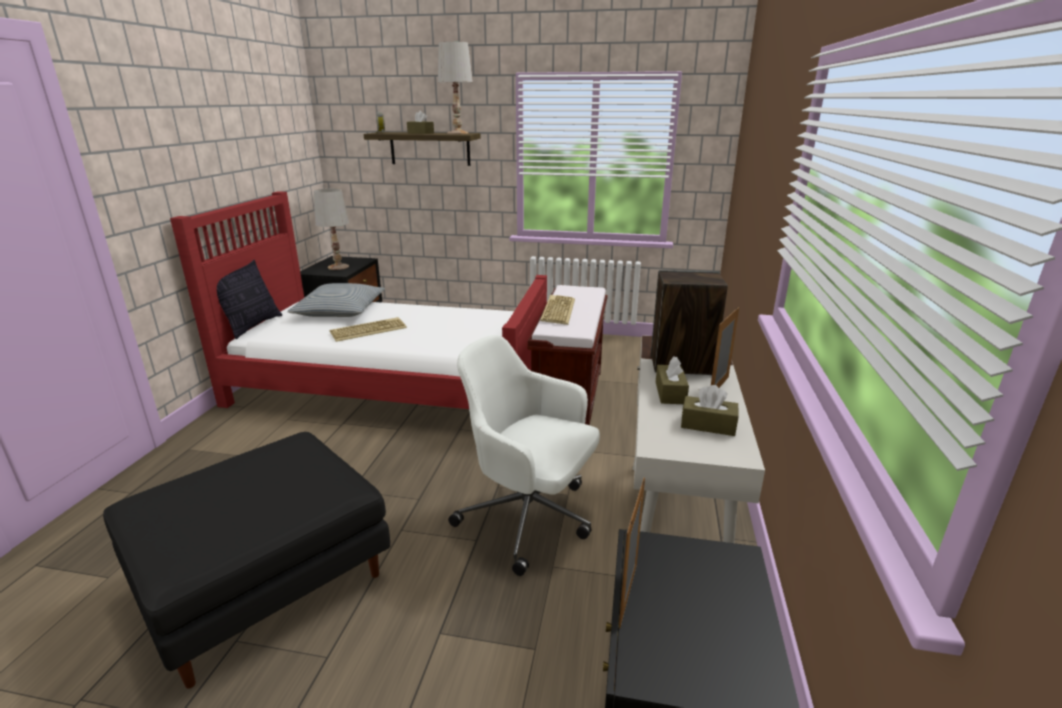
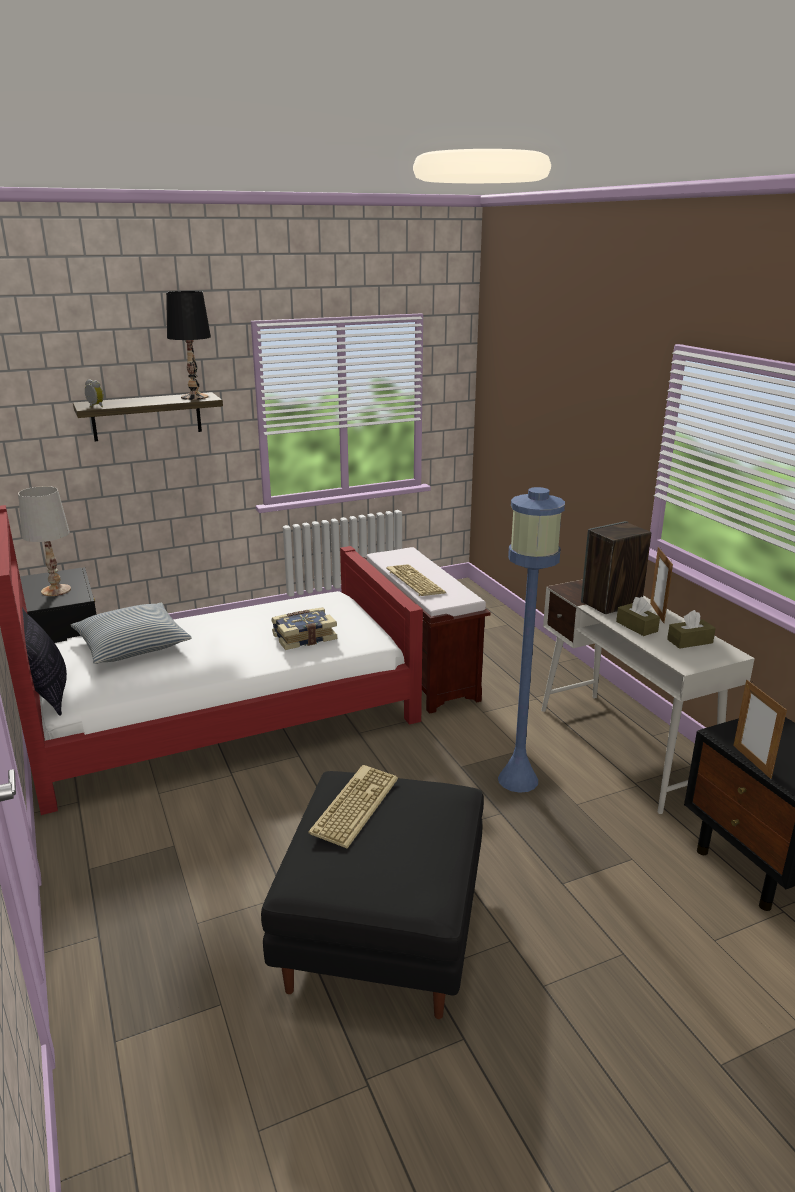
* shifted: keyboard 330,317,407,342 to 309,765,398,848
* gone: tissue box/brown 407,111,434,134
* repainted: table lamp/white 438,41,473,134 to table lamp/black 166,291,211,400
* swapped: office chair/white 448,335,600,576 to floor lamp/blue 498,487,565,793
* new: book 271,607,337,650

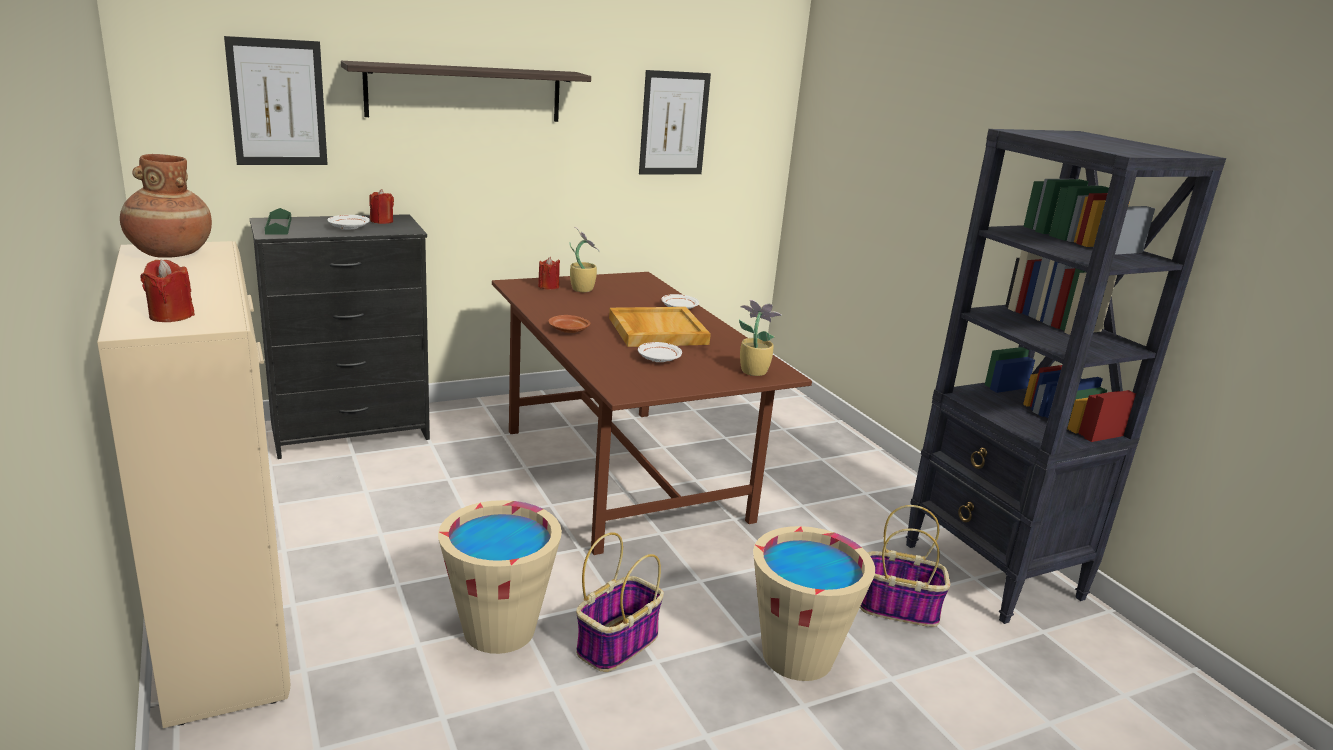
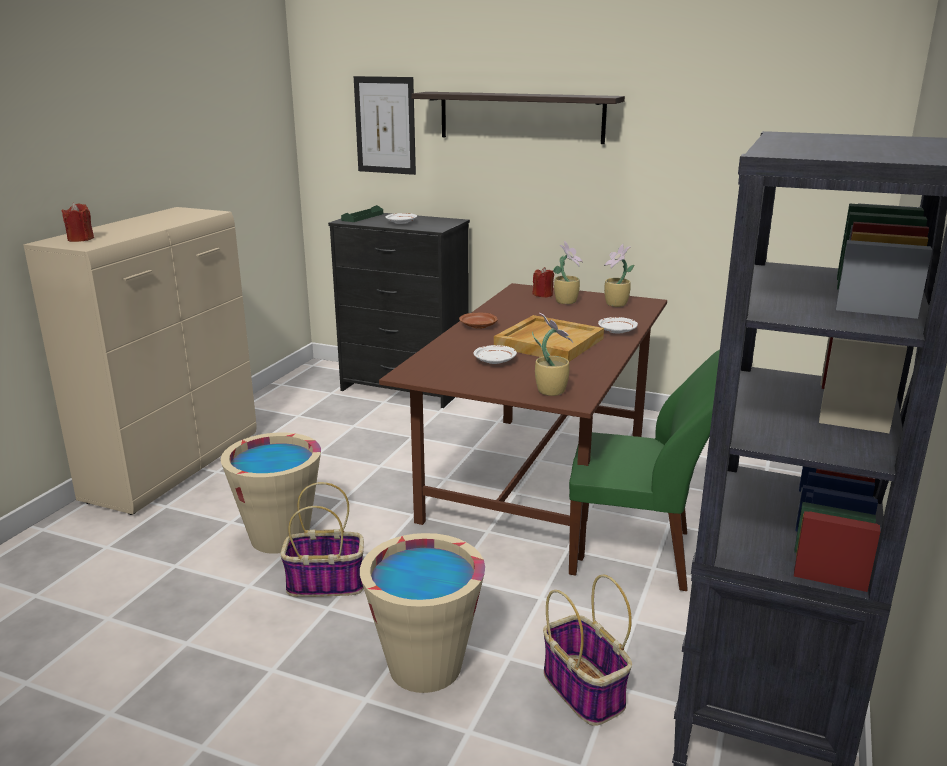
* gone: vase/brown 120,154,212,258
* gone: candle/red 369,189,394,224
* gone: picture 639,70,711,174
* new: chair/green 569,349,720,591
* new: potted plant 604,244,634,307

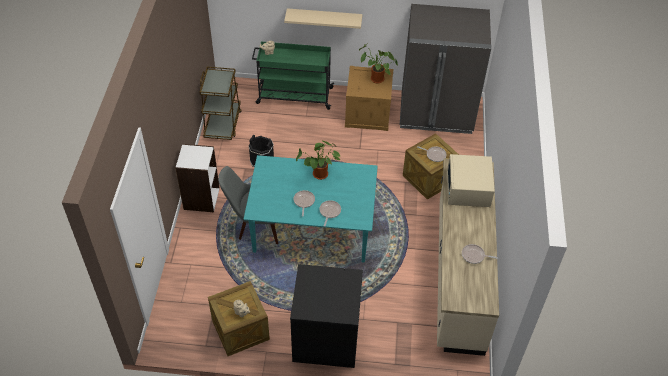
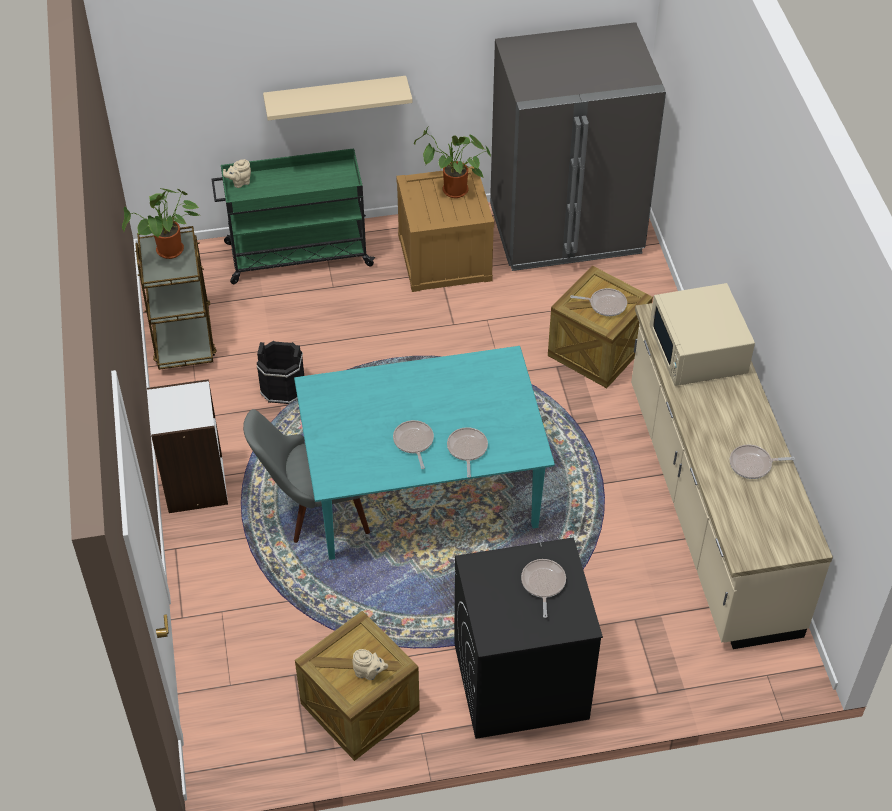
* shifted: potted plant 296,141,341,180 to 122,188,199,259
* new: frying pan 521,559,566,618

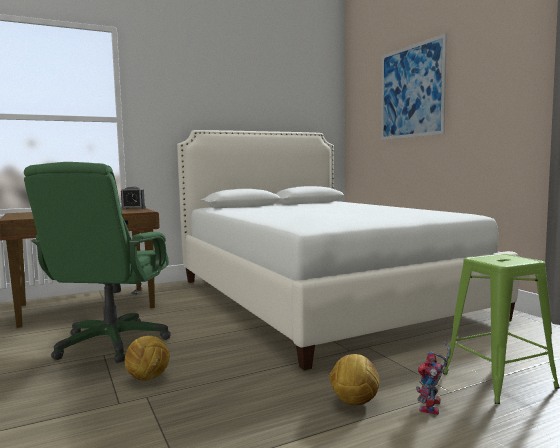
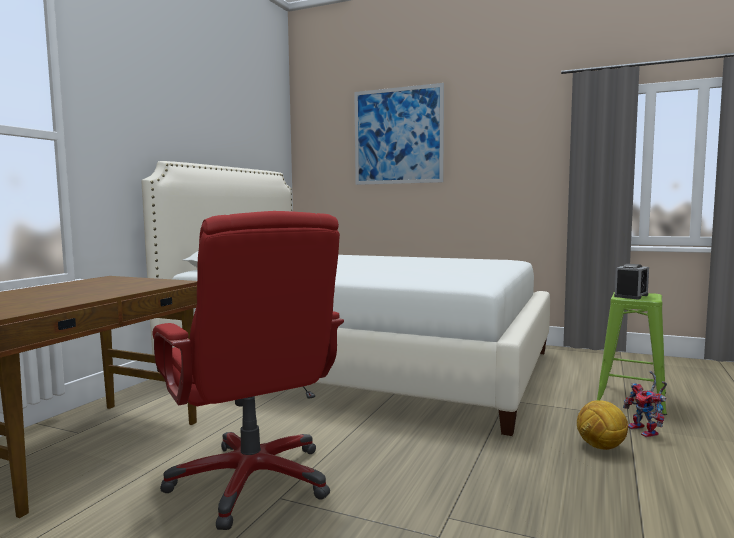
* repainted: office chair/green 24,162,171,363 to office chair/red 152,211,344,530
* shifted: alarm clock 121,187,146,210 to 614,264,649,299
* gone: football 125,336,170,381

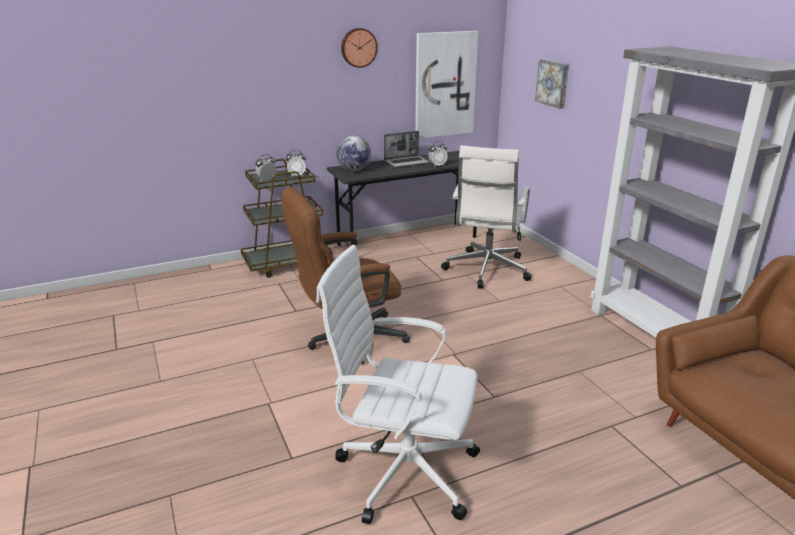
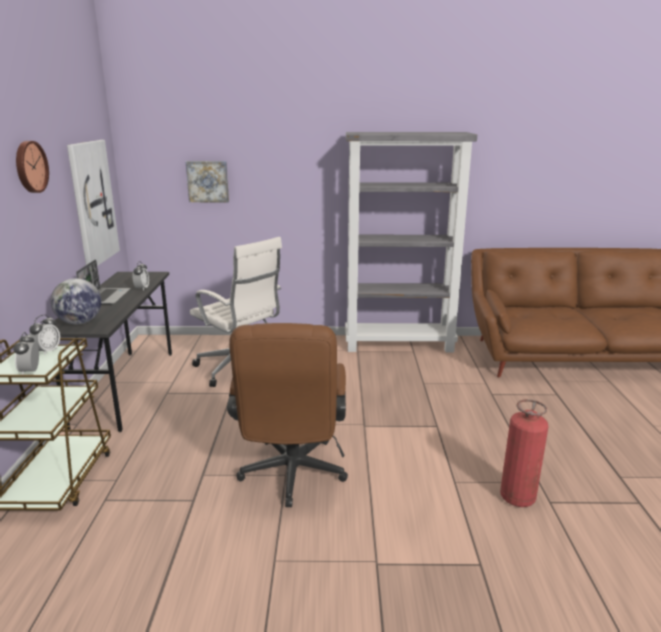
* swapped: office chair/white 316,245,480,524 to fire extinguisher 500,399,549,507

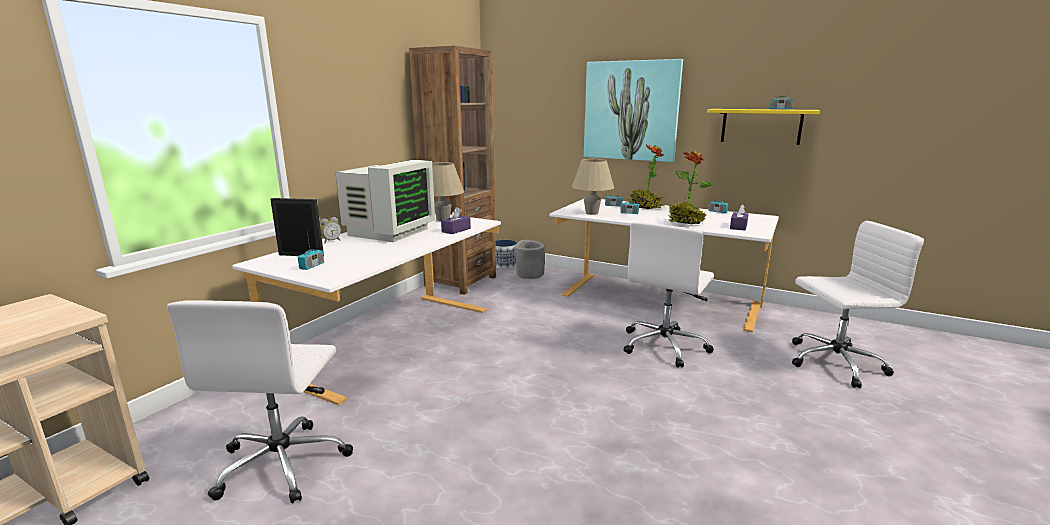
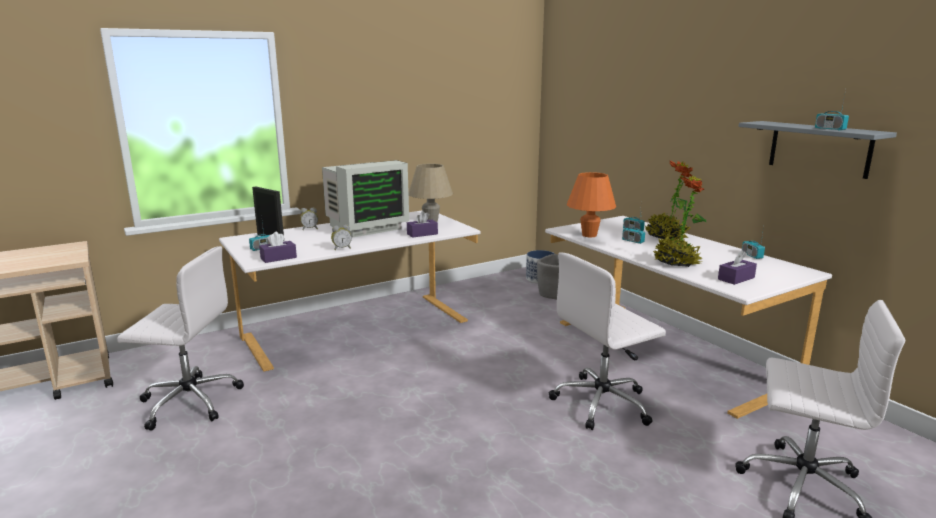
* rotated: office chair/white 167,300,353,504 = 117,246,244,431 120 degrees counterclockwise
* gone: bookcase/brown 409,45,496,295
* repainted: table lamp/beige 572,159,614,215 to table lamp/orange 567,172,616,237
* gone: picture 584,59,683,162
* repainted: shelf/yellow 707,109,820,145 to shelf/grey 739,121,897,179
* new: tissue box/purple 259,232,297,263
* new: alarm clock 331,225,352,250

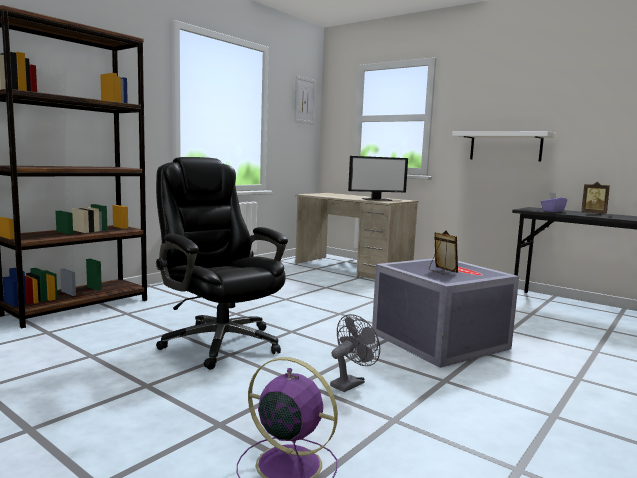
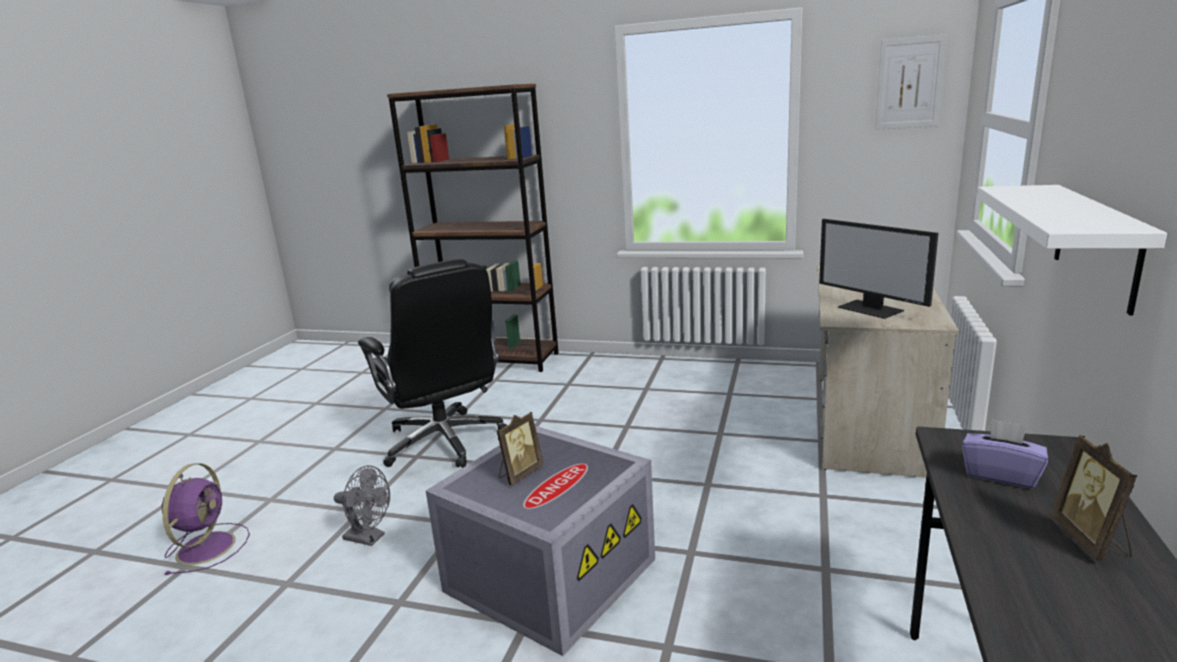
* rotated: office chair/black 156,157,288,370 = 358,259,507,468 120 degrees clockwise

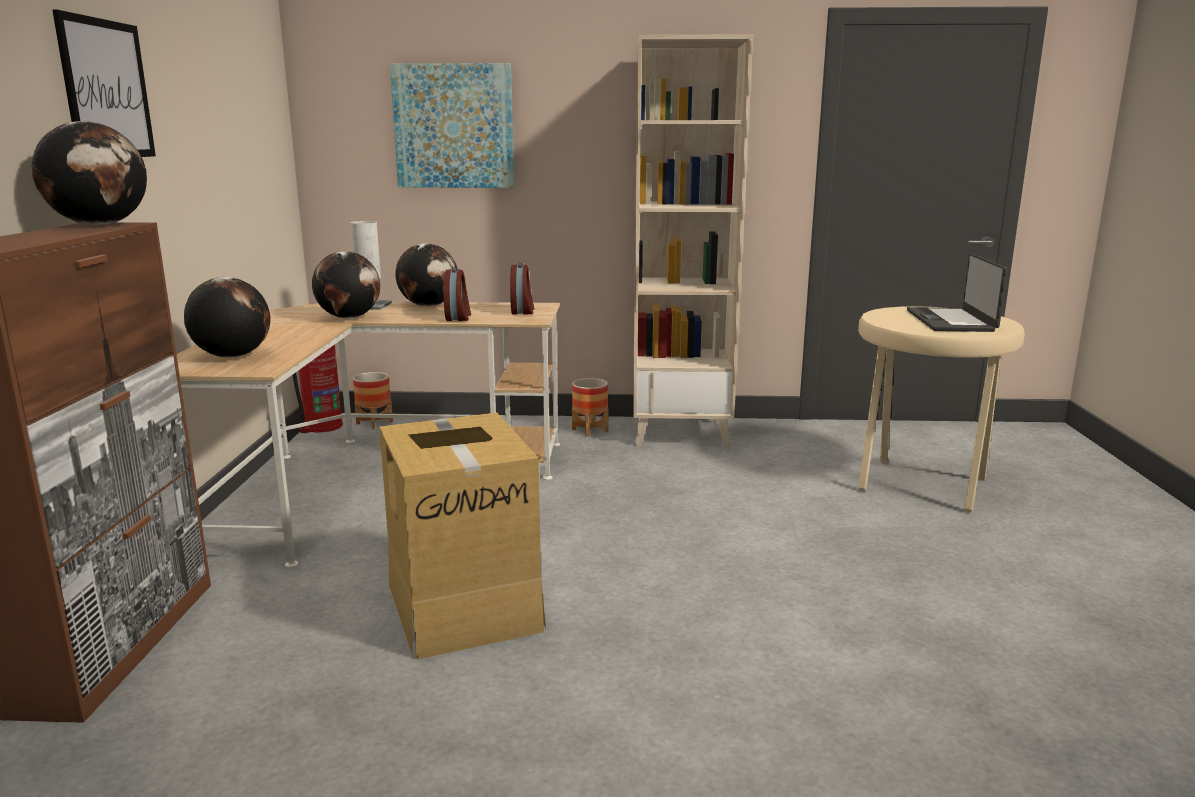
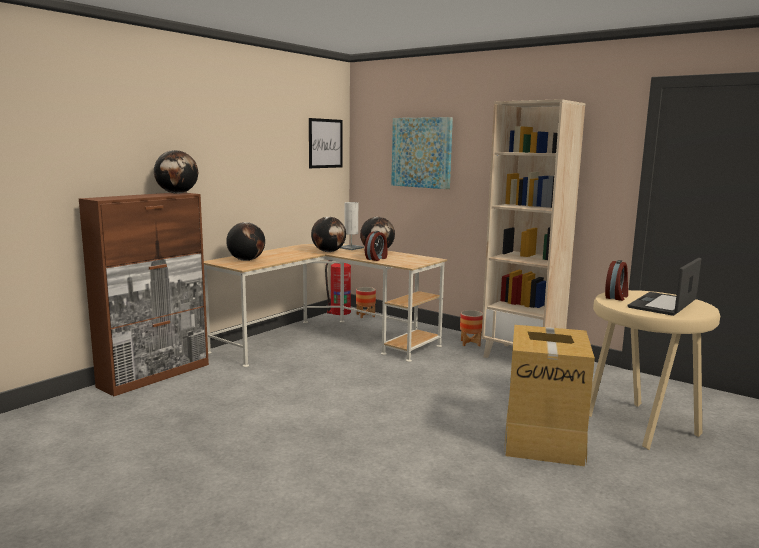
* shifted: picture 52,9,156,157 to 309,118,343,168
* shifted: cardboard box 379,413,546,660 to 504,325,595,466
* shifted: alarm clock 510,263,535,314 to 605,260,628,301

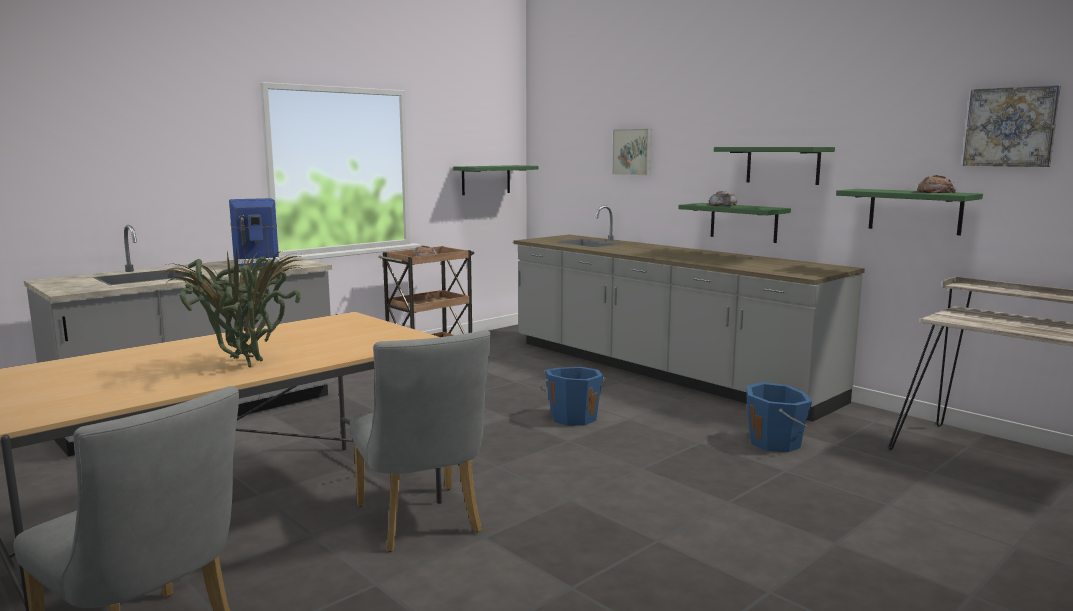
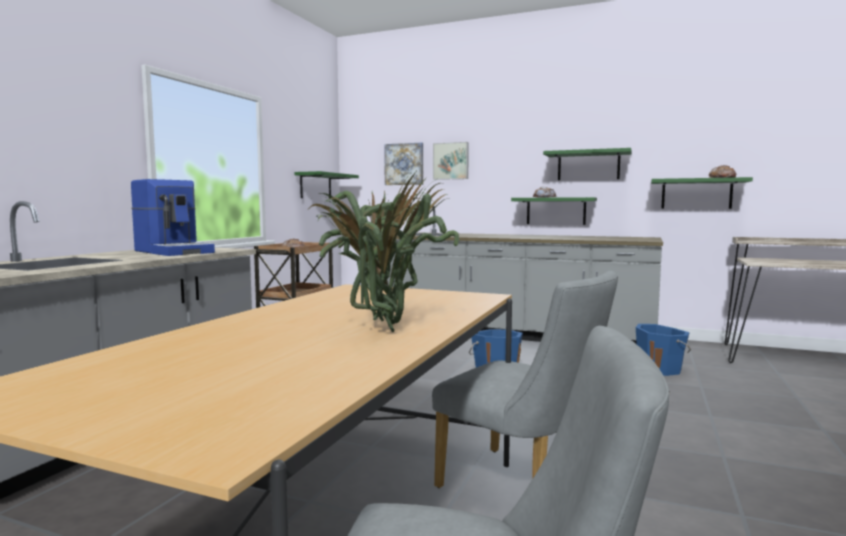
* shifted: picture 963,85,1061,167 to 384,142,423,185

